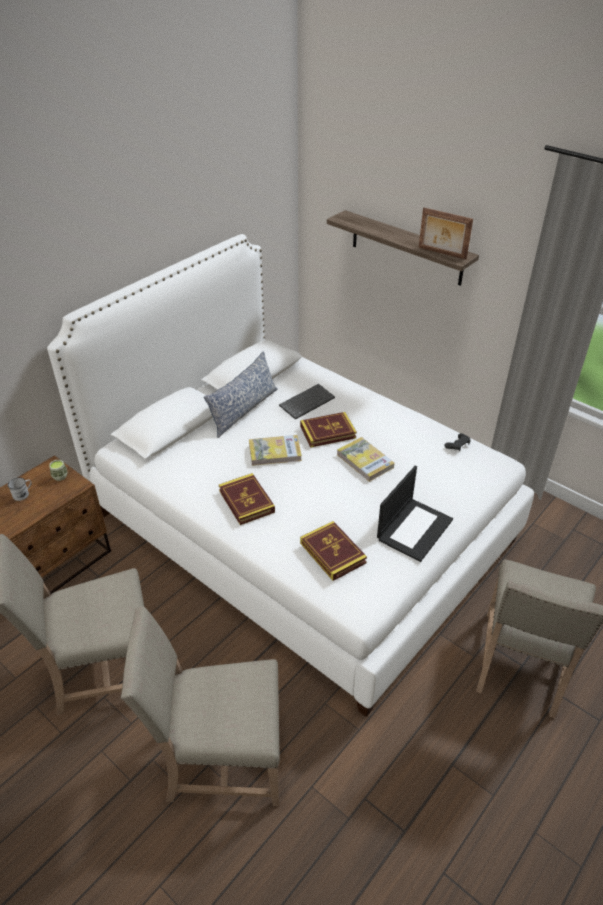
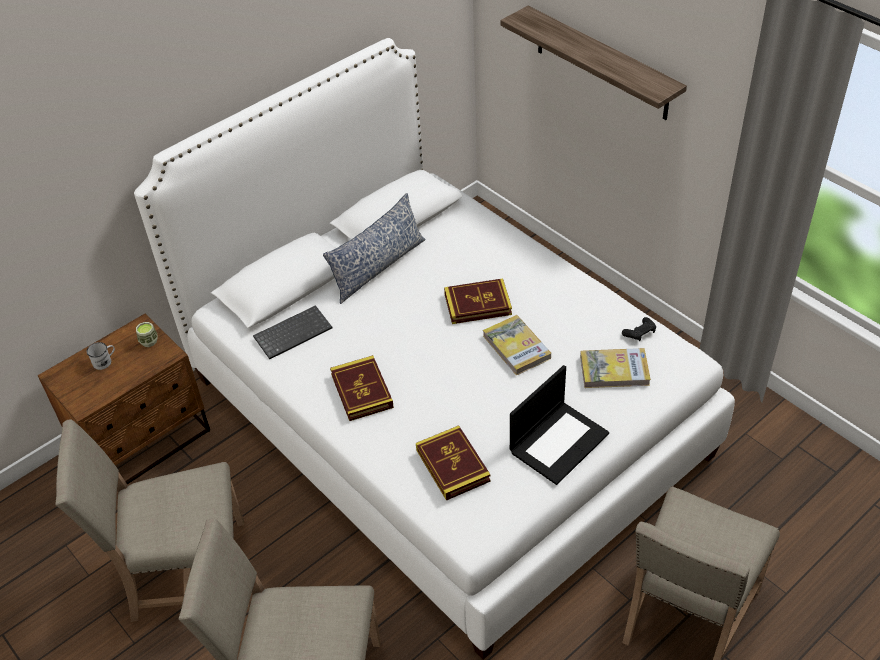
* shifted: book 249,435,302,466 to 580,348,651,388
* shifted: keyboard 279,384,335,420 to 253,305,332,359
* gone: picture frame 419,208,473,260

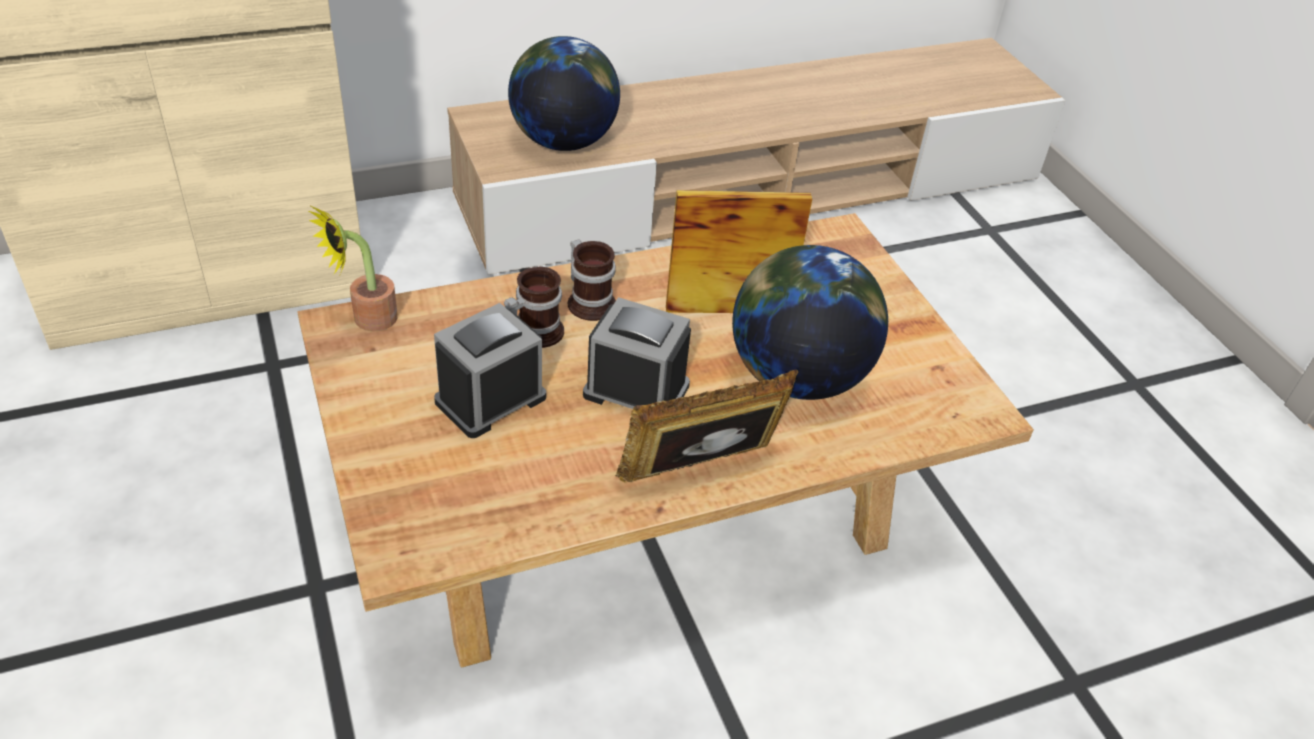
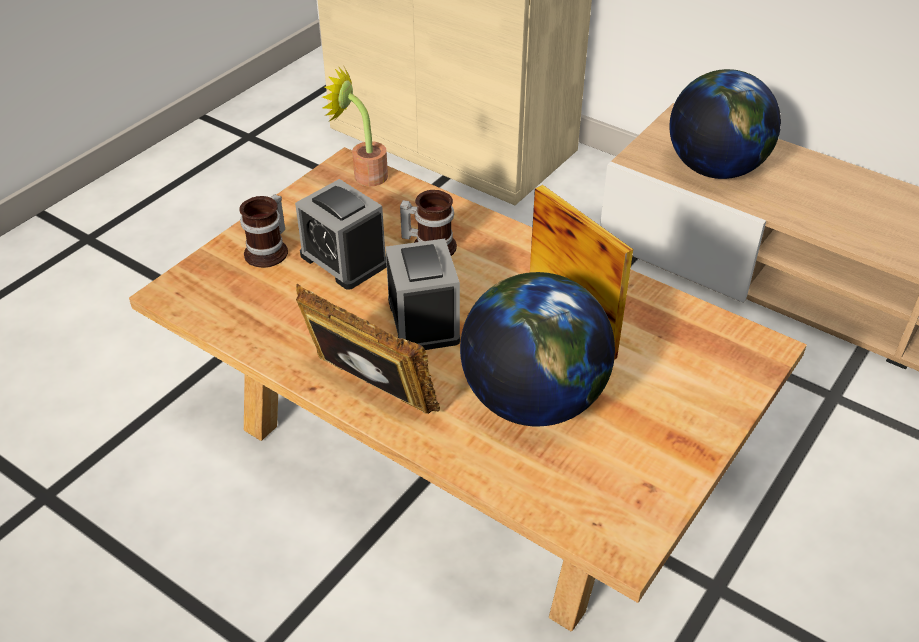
* rotated: alarm clock 434,303,546,438 = 295,179,387,290 150 degrees counterclockwise
* shifted: mug 568,239,616,321 to 239,194,288,268

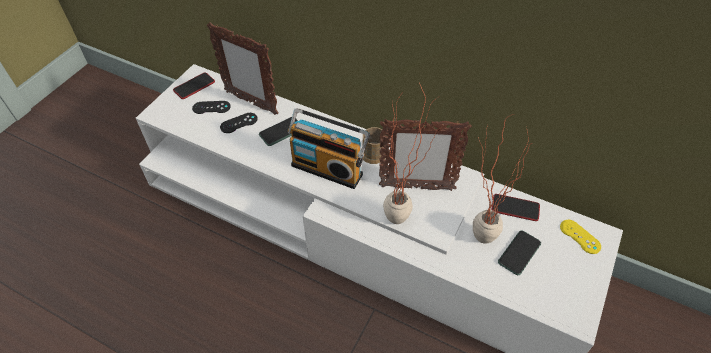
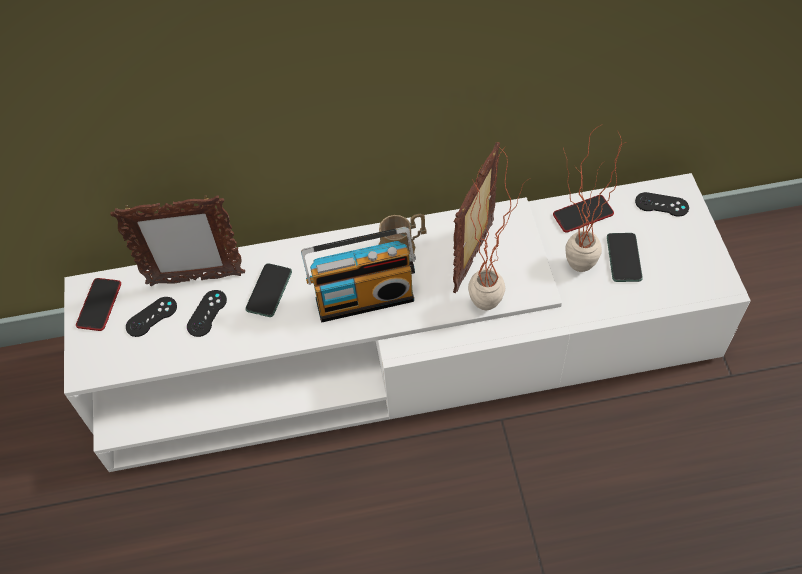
* rotated: picture frame 379,118,472,191 = 453,142,500,293 150 degrees clockwise
* repainted: game controller/yellow 560,220,601,254 to game controller/black 635,192,689,217

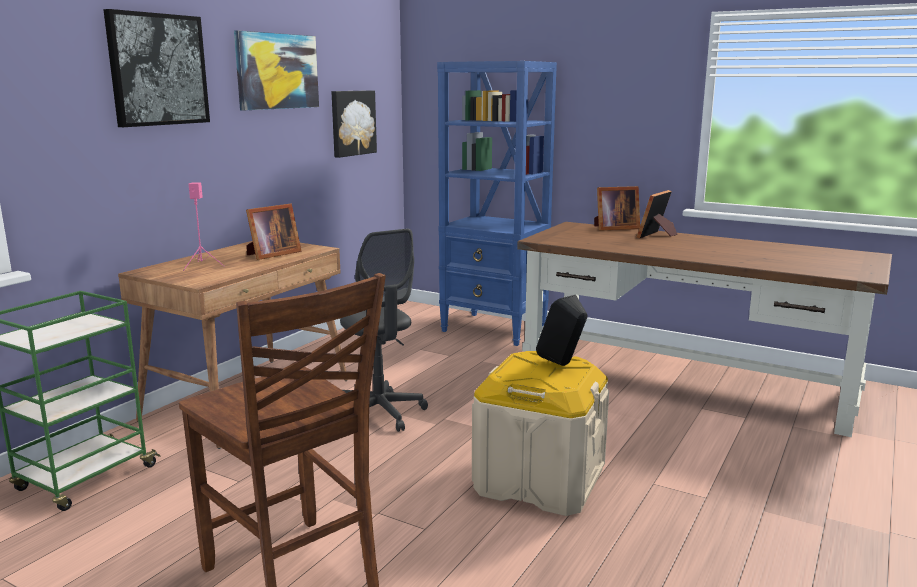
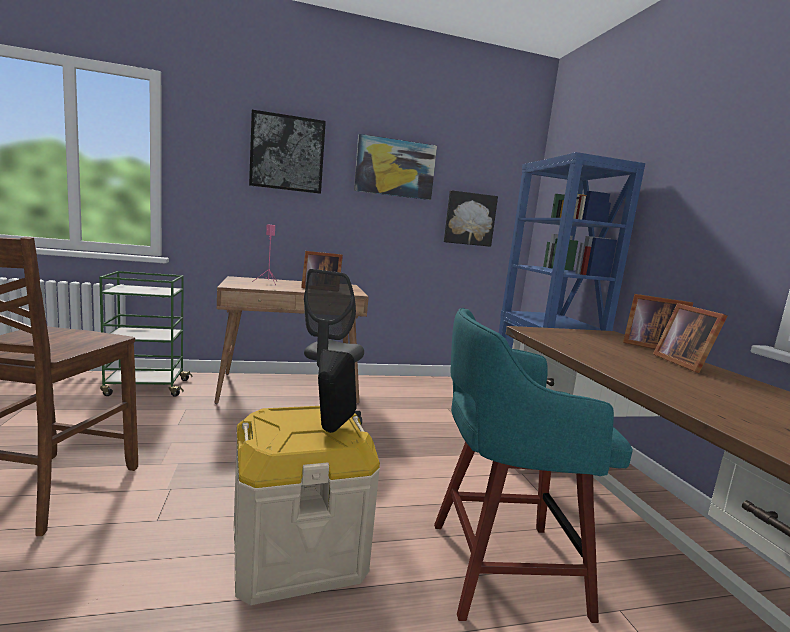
* rotated: picture frame 637,190,678,239 = 653,303,728,373 90 degrees counterclockwise
* new: stool/turquoise 434,308,633,623

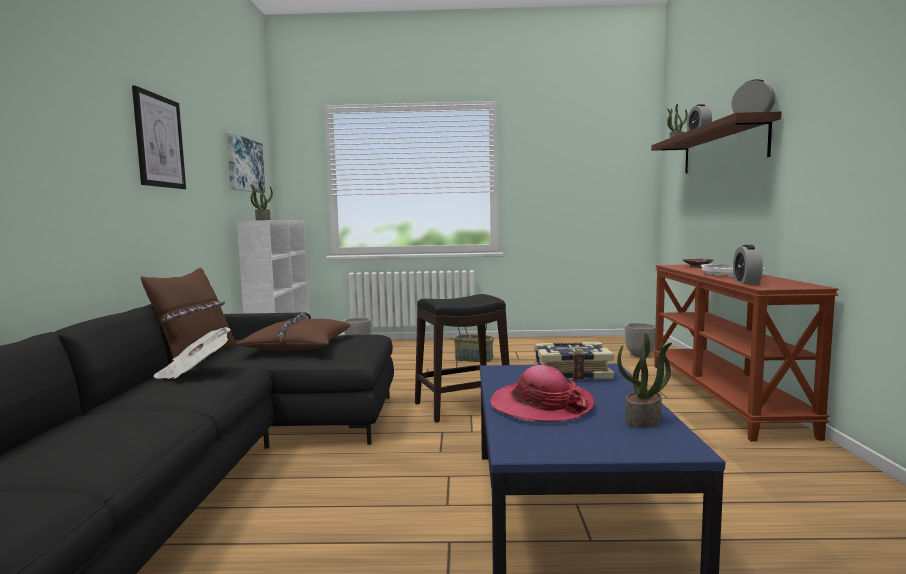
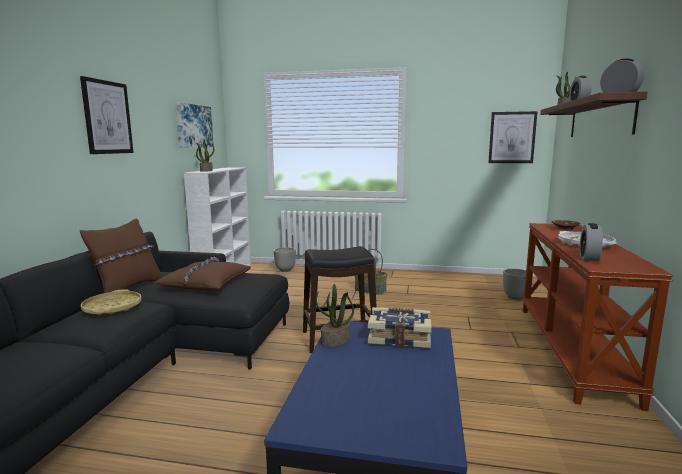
* swapped: newspaper 153,327,231,379 to tray/yellow 81,289,142,315
* gone: hat 491,365,595,422
* shifted: potted plant 617,333,672,428 to 316,284,354,347
* new: picture 488,111,538,163

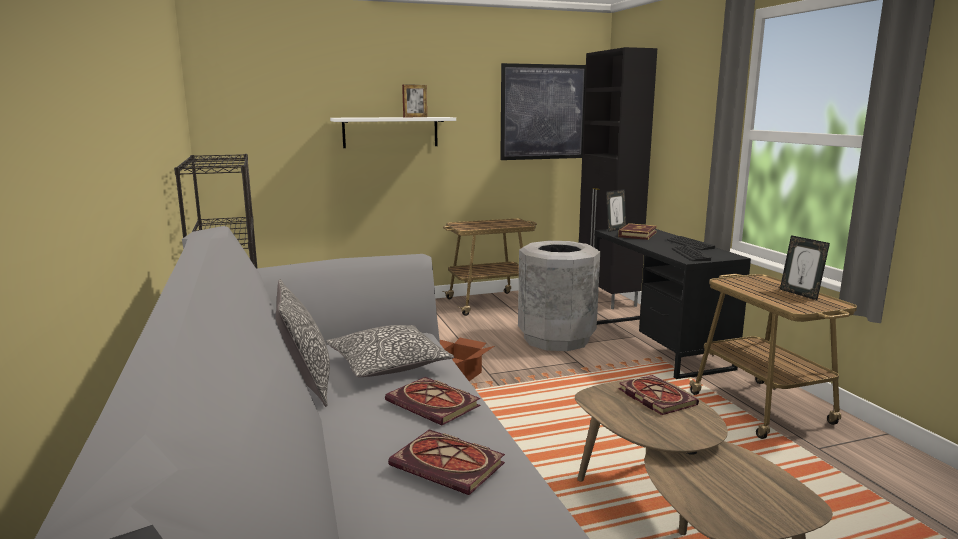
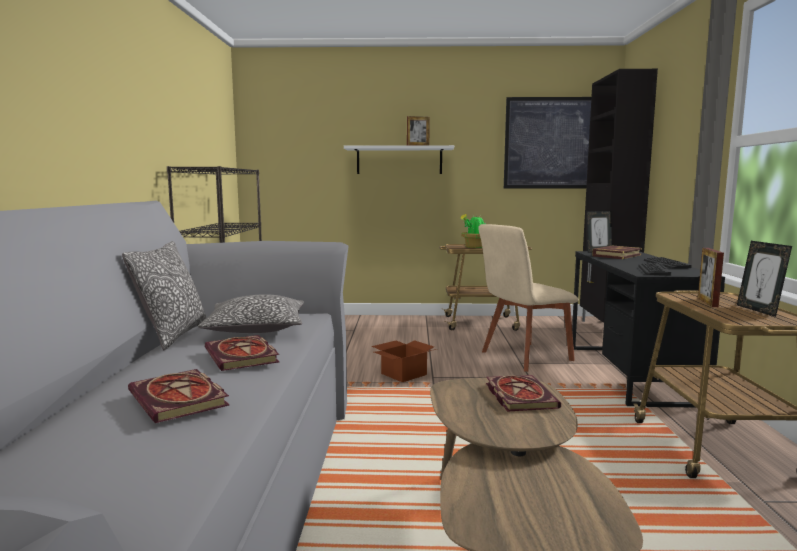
* swapped: trash can/grey 518,241,600,351 to chair/beige 478,224,579,372
* new: potted plant 461,214,486,248
* new: picture frame 698,248,724,307

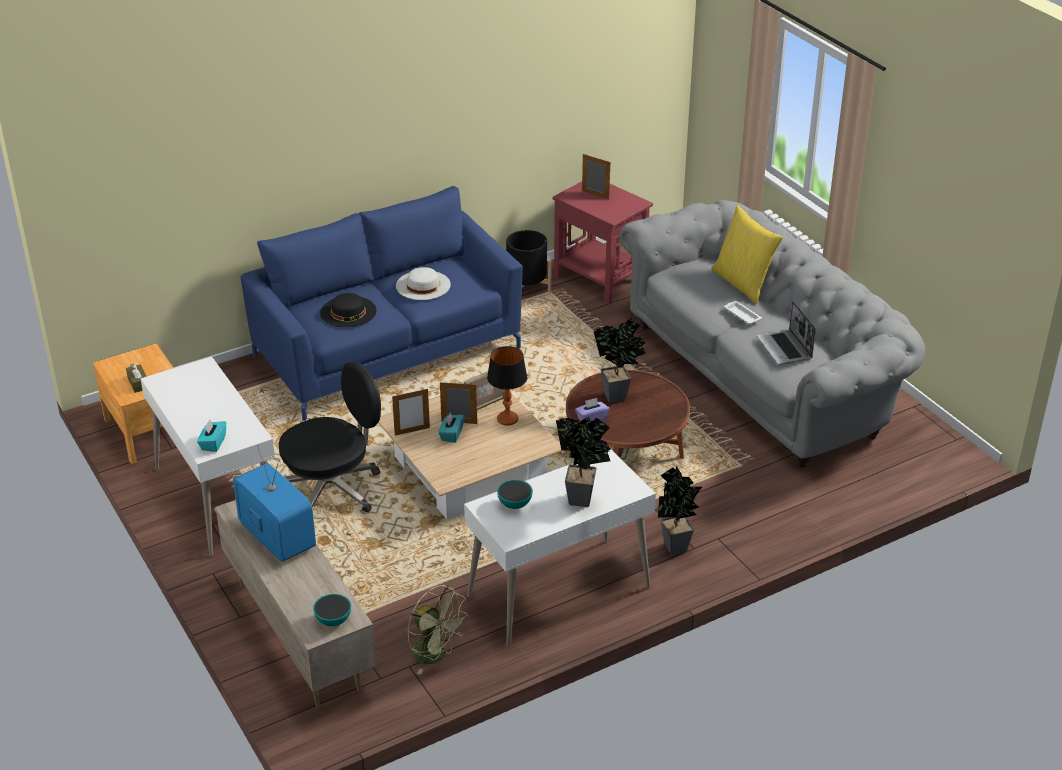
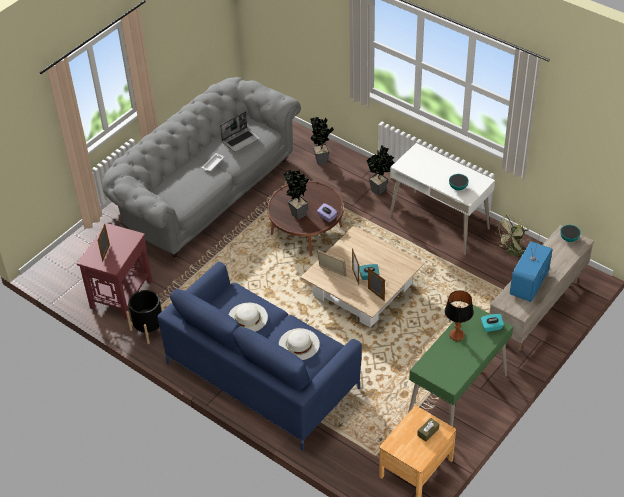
* repainted: desk/white 140,356,275,556 to desk/green 408,305,513,427
* gone: office chair/black 279,361,381,513
* repainted: hat/black 320,293,377,327 to hat/white 279,328,320,360
* rotated: fan/green 407,585,469,675 = 497,215,530,256 150 degrees counterclockwise
* shifted: table lamp 487,346,527,425 to 445,290,474,341
* shifted: potted plant 556,417,611,507 to 310,117,334,165
* gone: pillow/yellow 712,205,783,304

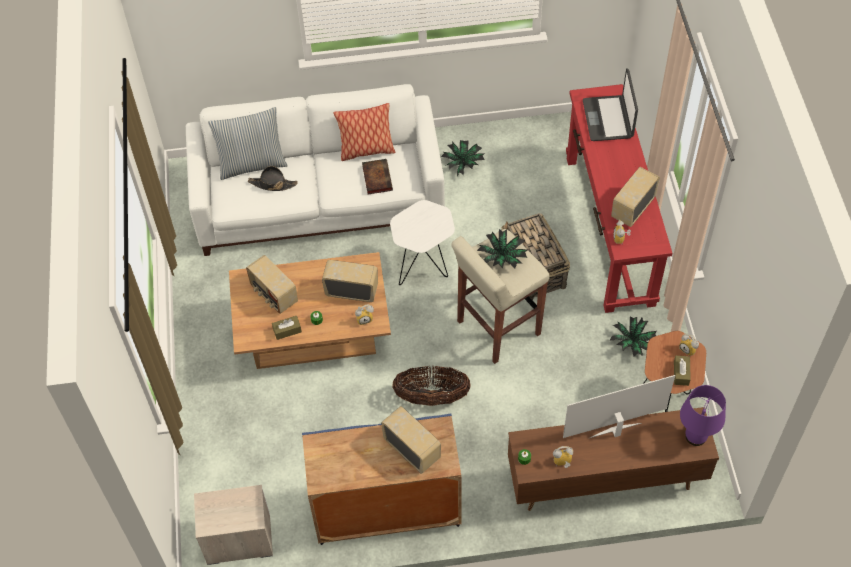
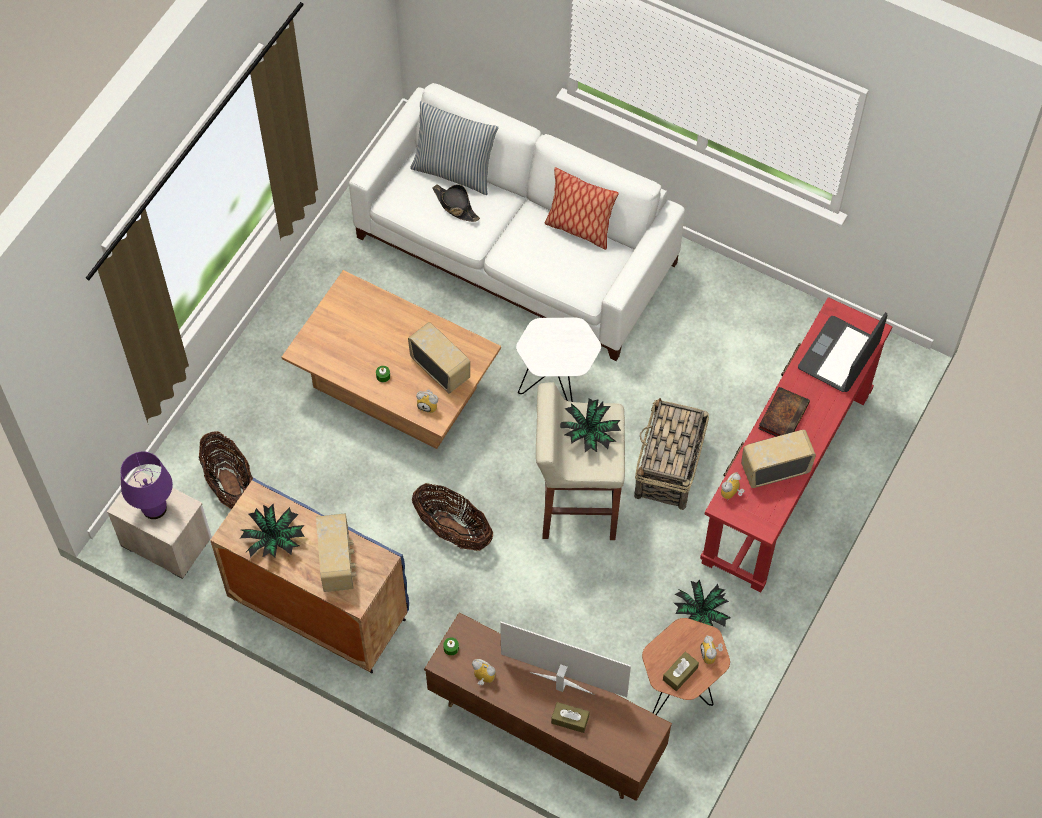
* gone: radio 246,255,298,314
* shifted: tissue box/brown 272,316,302,340 to 551,702,589,733
* shifted: book 362,159,393,194 to 758,387,810,437
* shifted: potted plant 441,140,485,176 to 240,504,305,558
* shifted: table lamp/purple 680,385,726,446 to 121,452,173,519
* new: basket 199,431,253,510

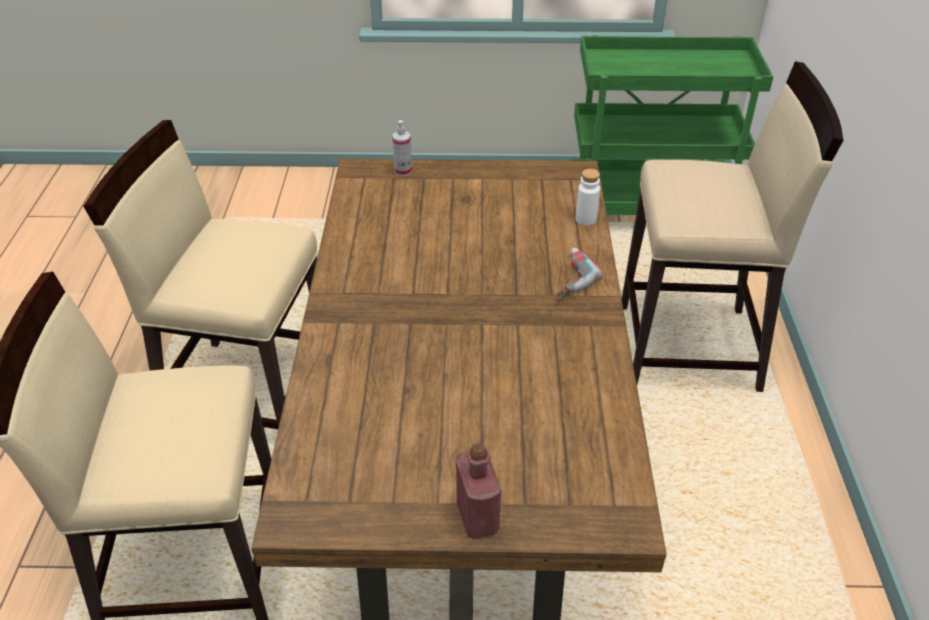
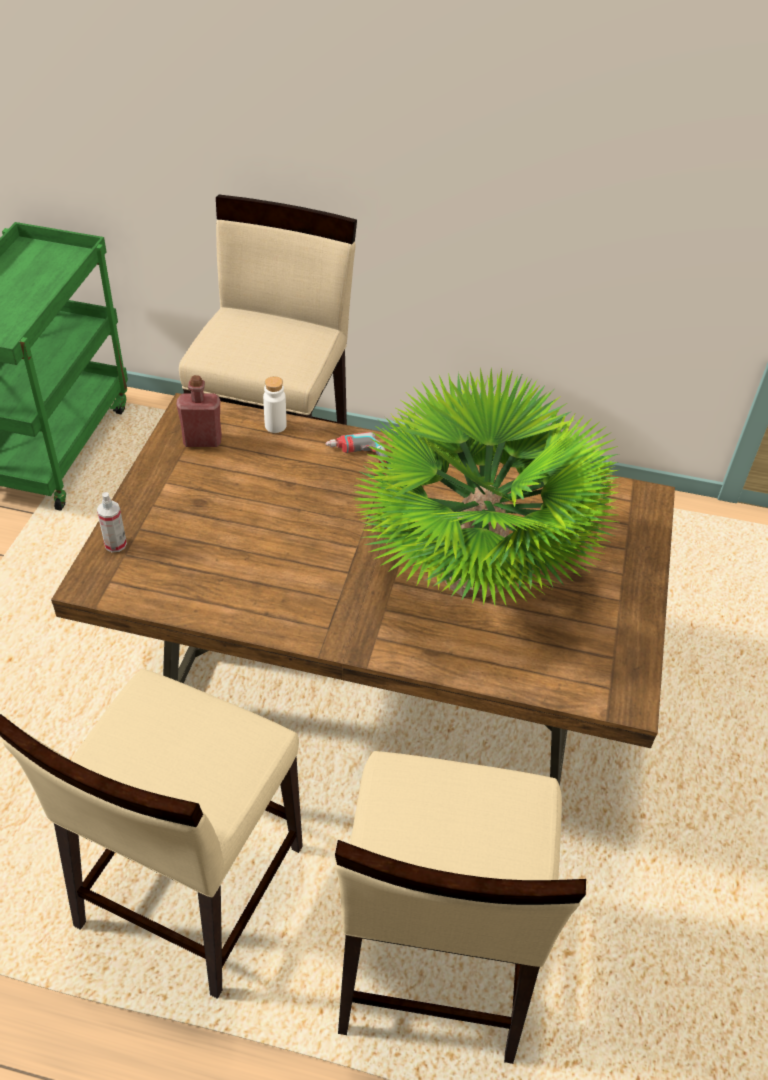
* shifted: bottle/red 456,443,501,539 to 176,375,222,447
* new: potted plant 354,368,620,605

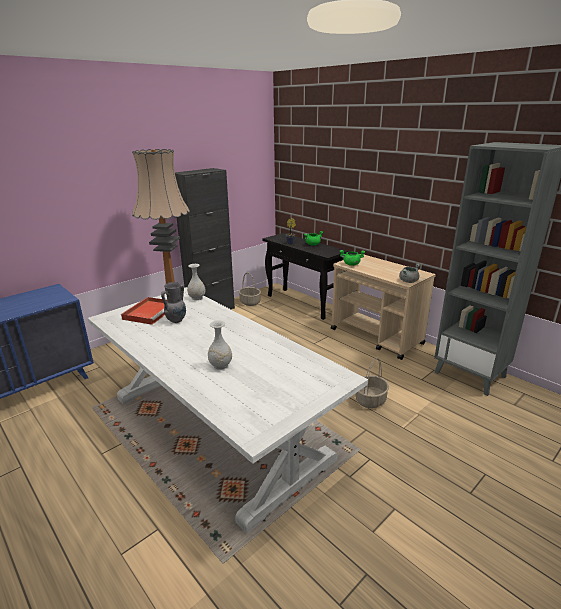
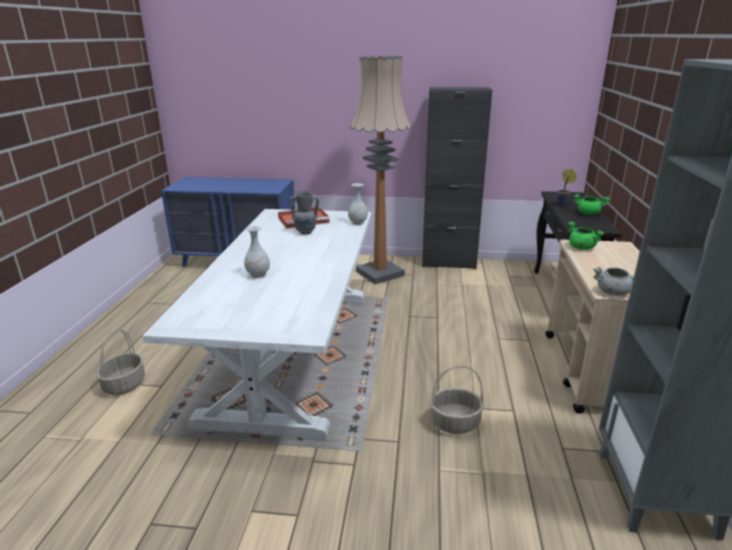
* shifted: basket 239,273,261,306 to 96,330,145,395

